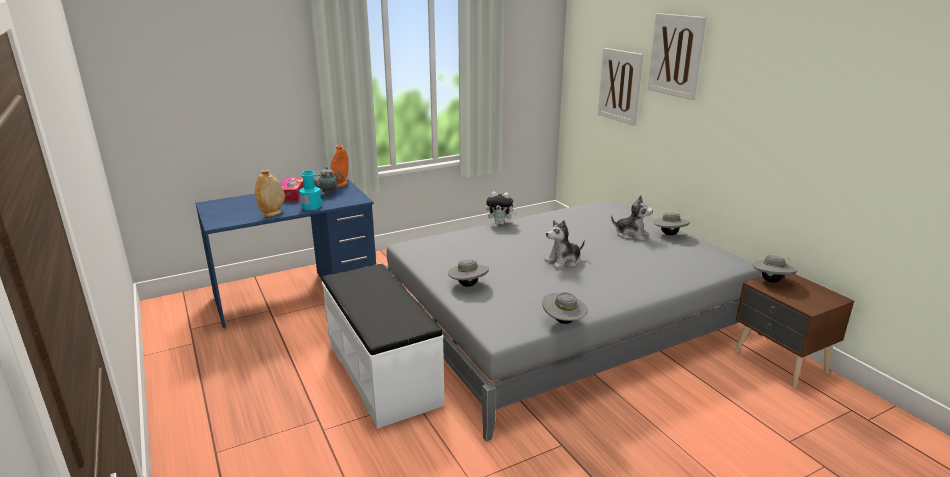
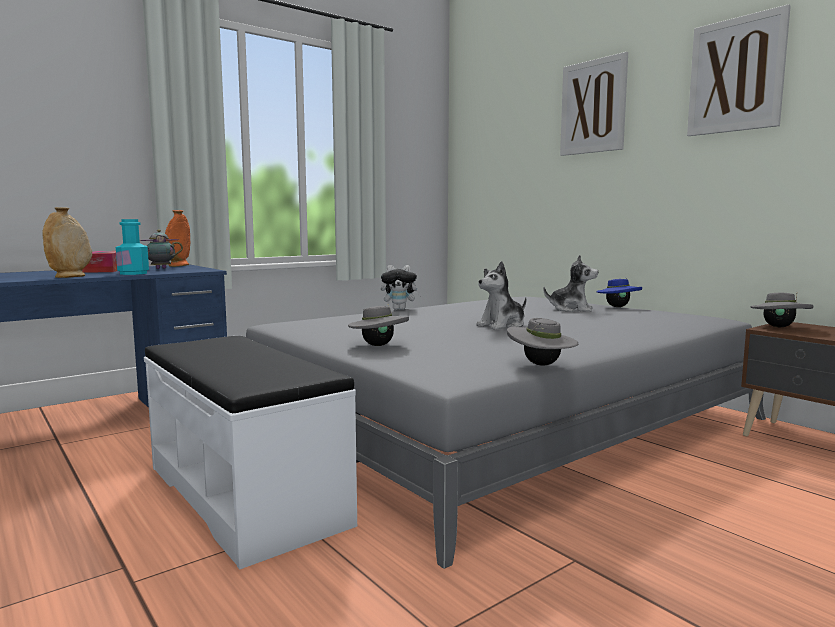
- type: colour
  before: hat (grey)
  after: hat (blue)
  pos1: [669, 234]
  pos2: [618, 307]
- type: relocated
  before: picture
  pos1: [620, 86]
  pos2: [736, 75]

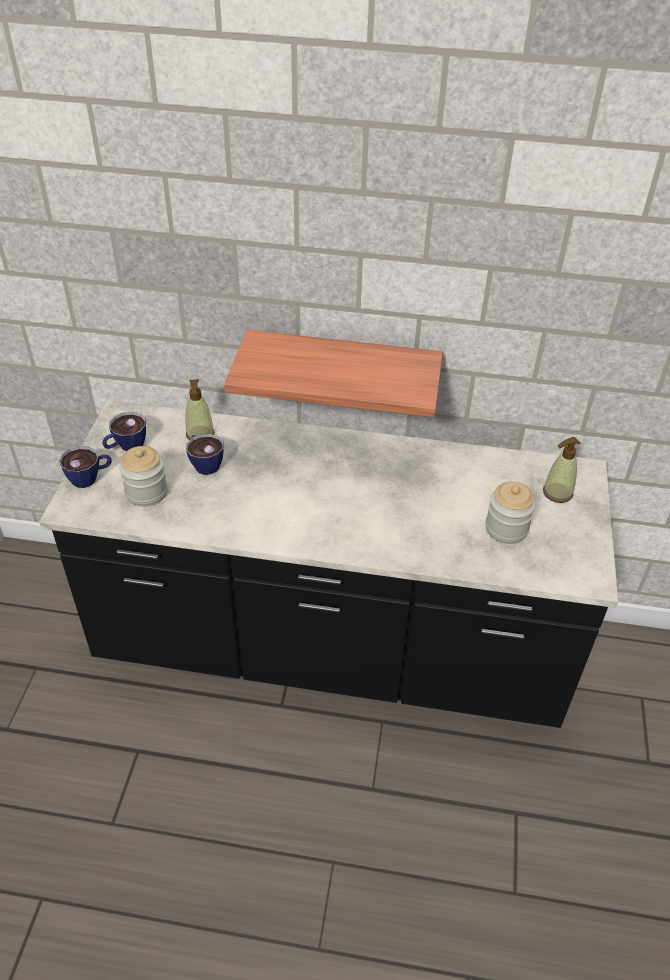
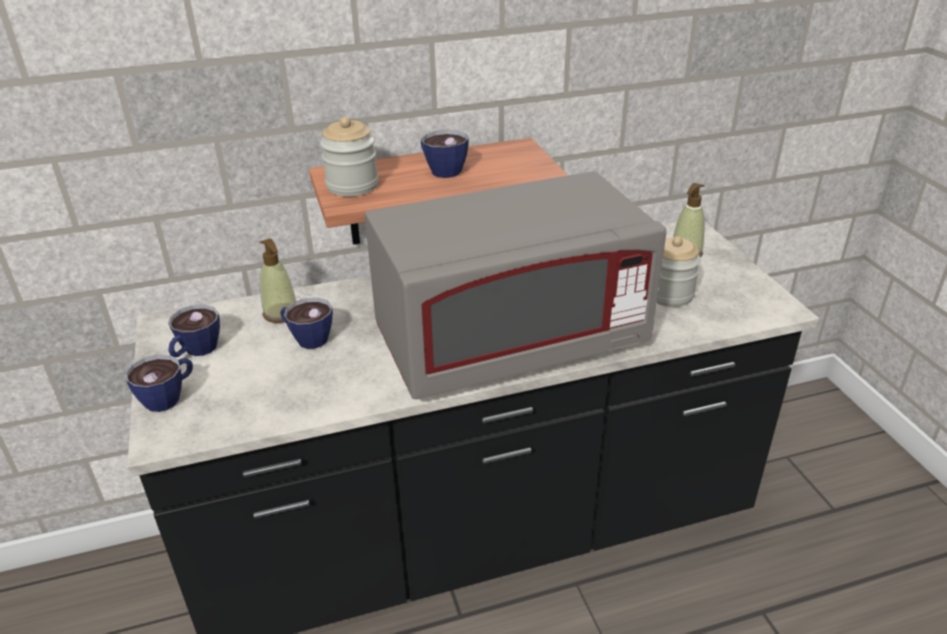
- type: relocated
  before: jar
  pos1: [146, 492]
  pos2: [352, 186]
- type: appeared
  after: microwave (grey)
  pos2: [510, 342]
- type: appeared
  after: cup
  pos2: [441, 169]

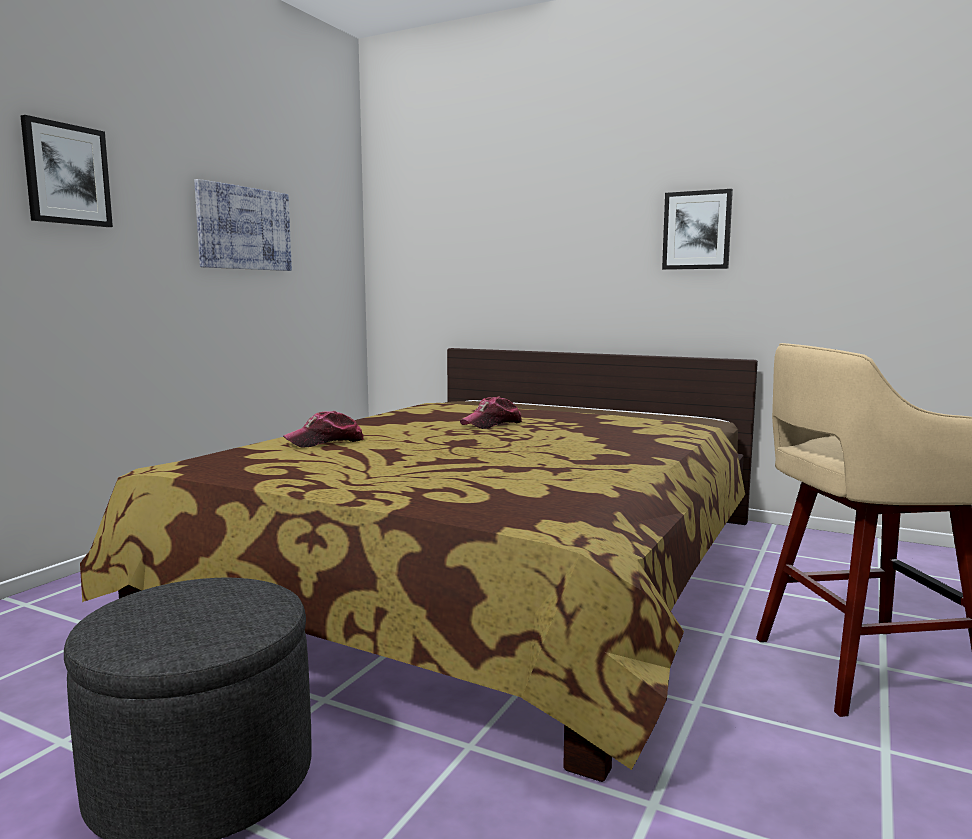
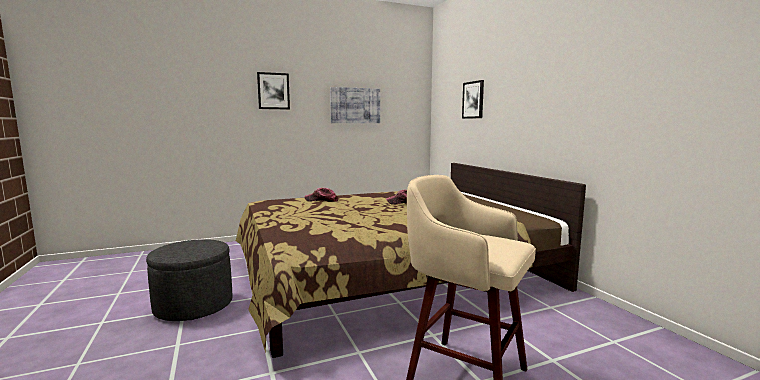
- type: relocated
  before: picture
  pos1: [697, 230]
  pos2: [473, 100]

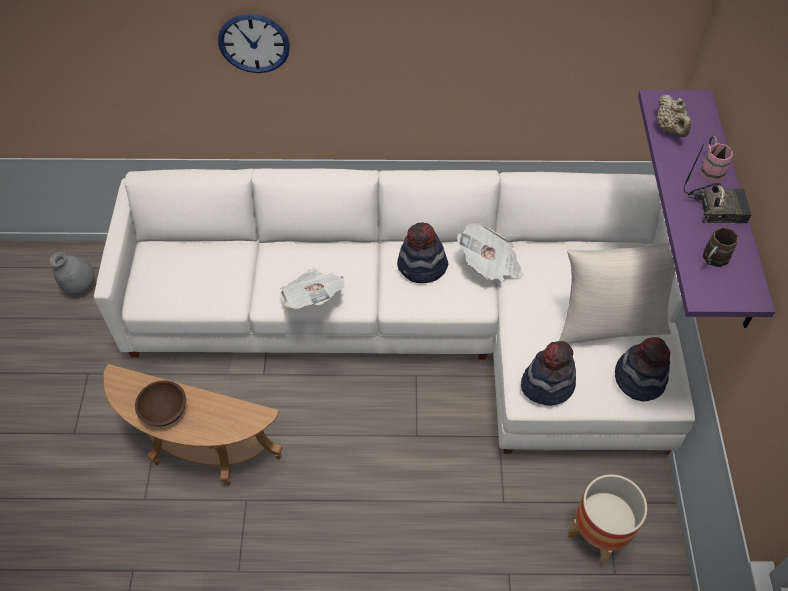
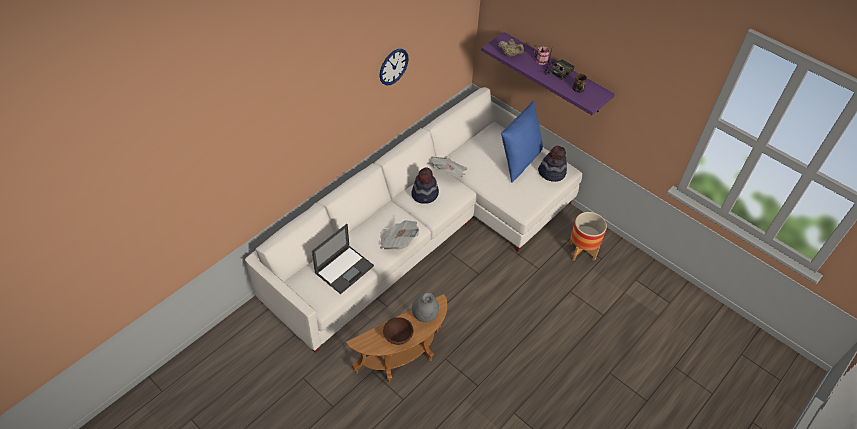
- type: appeared
  after: laptop
  pos2: [344, 269]
- type: relocated
  before: wall clock
  pos1: [254, 43]
  pos2: [393, 66]
- type: relocated
  before: vase (grey)
  pos1: [80, 286]
  pos2: [424, 315]
- type: colour
  before: pillow (beige)
  after: pillow (blue)
  pos1: [609, 324]
  pos2: [519, 161]
- type: missing
  before: hat
  pos1: [547, 384]

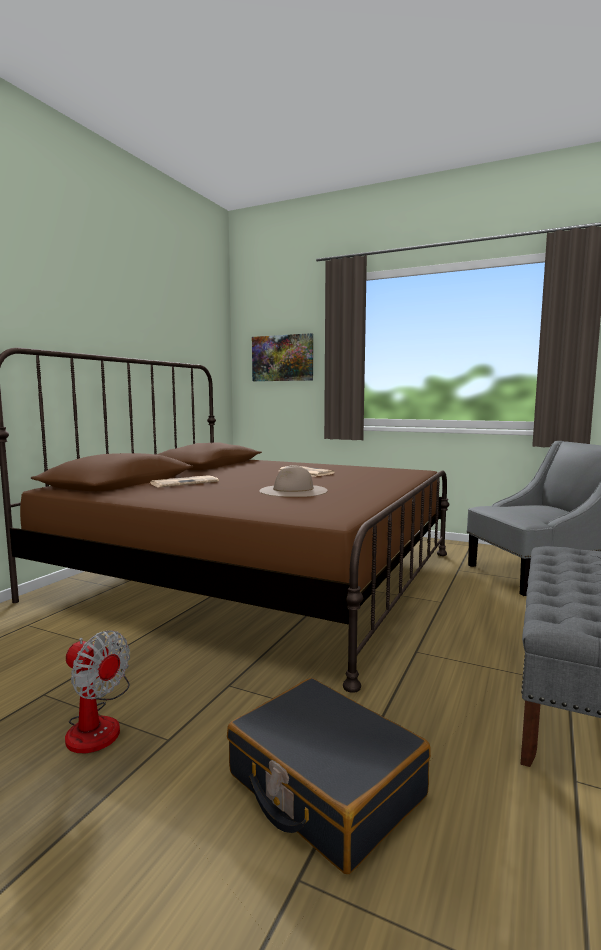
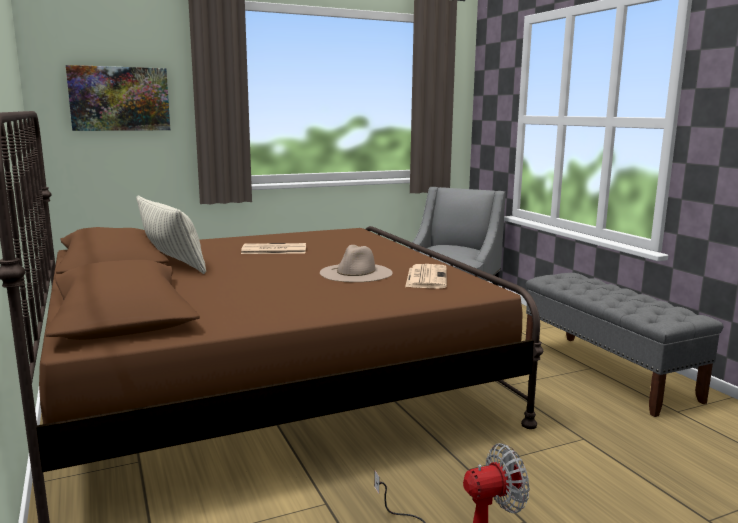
- type: appeared
  after: pillow
  pos2: [173, 263]
- type: relocated
  before: newspaper
  pos1: [185, 482]
  pos2: [426, 277]
- type: missing
  before: suitcase (black)
  pos1: [324, 786]

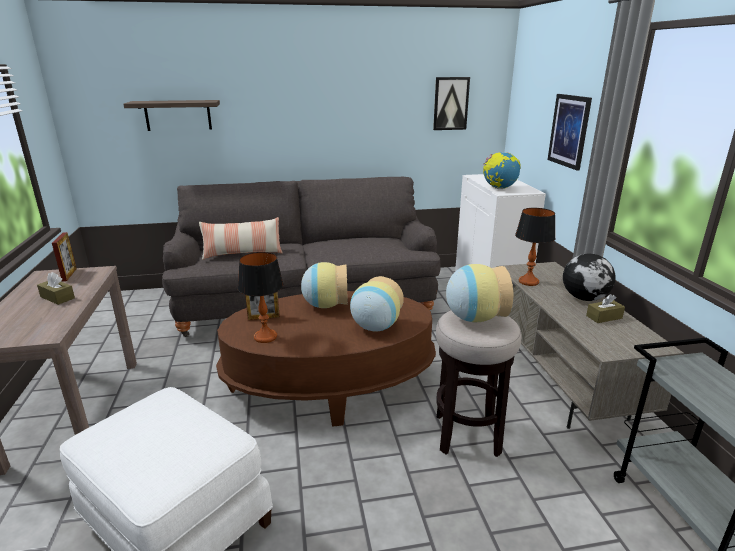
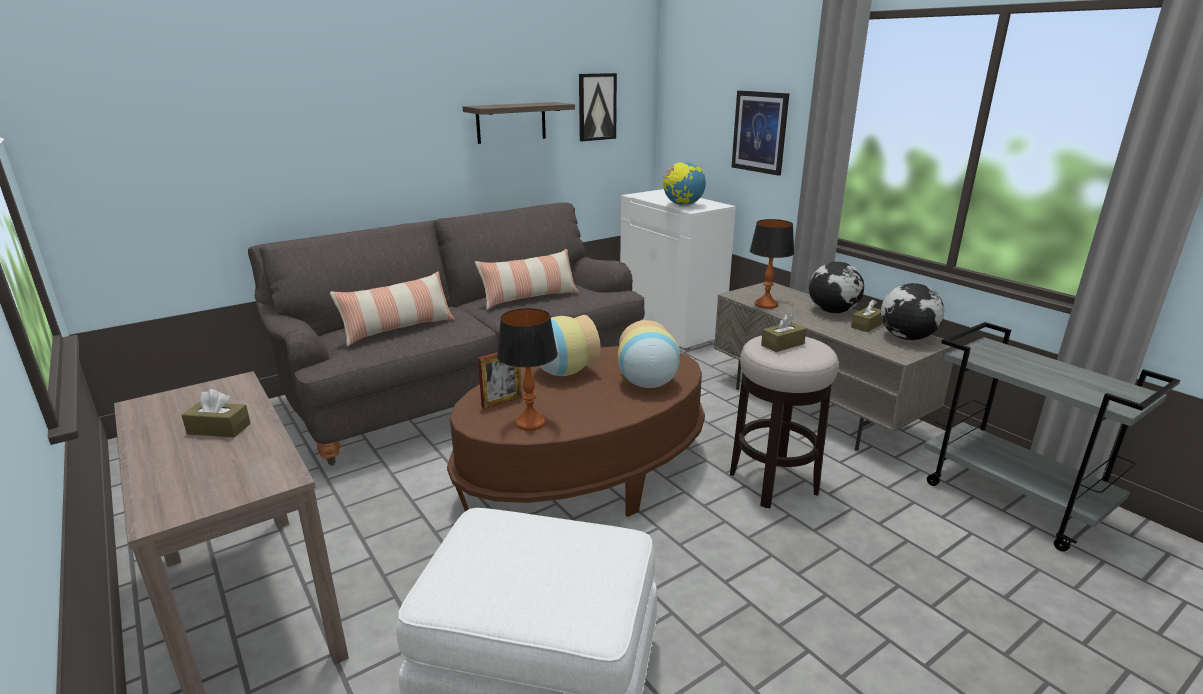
- type: relocated
  before: shelf
  pos1: [178, 115]
  pos2: [511, 122]
- type: appeared
  after: pillow
  pos2: [529, 298]
- type: exchanged
  before: vase
  after: tissue box (brown)
  pos1: [474, 318]
  pos2: [782, 344]
- type: appeared
  after: globe
  pos2: [907, 337]
- type: missing
  before: picture frame
  pos1: [69, 274]

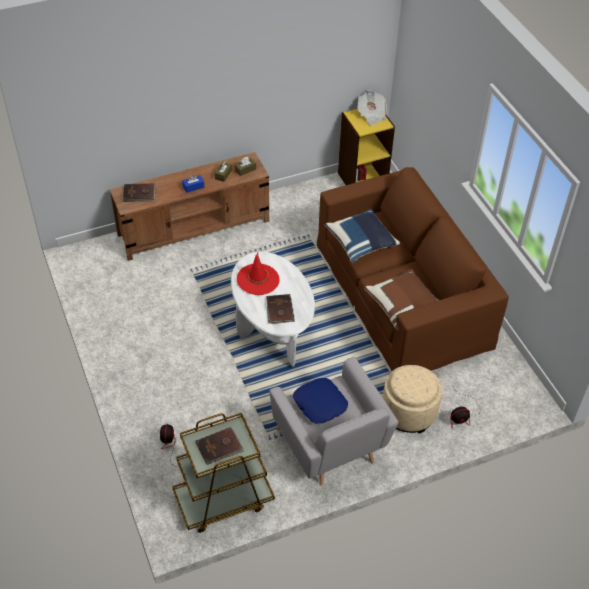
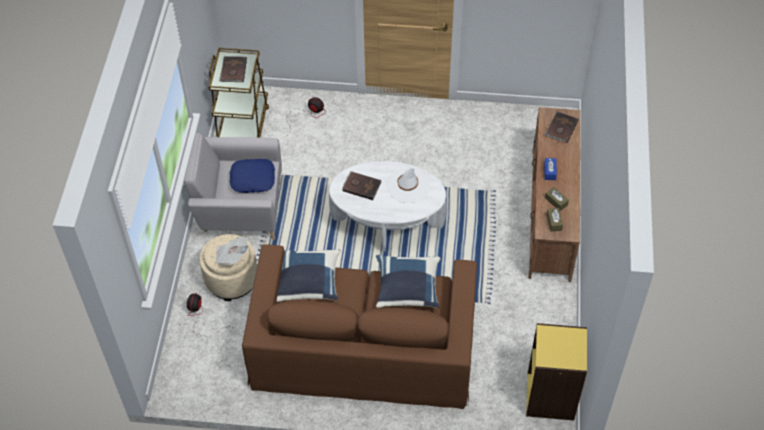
- type: relocated
  before: newspaper
  pos1: [371, 115]
  pos2: [231, 256]
- type: colour
  before: pillow (brown)
  after: pillow (blue)
  pos1: [403, 306]
  pos2: [308, 282]
- type: colour
  before: hat (red)
  after: hat (white)
  pos1: [258, 279]
  pos2: [408, 186]

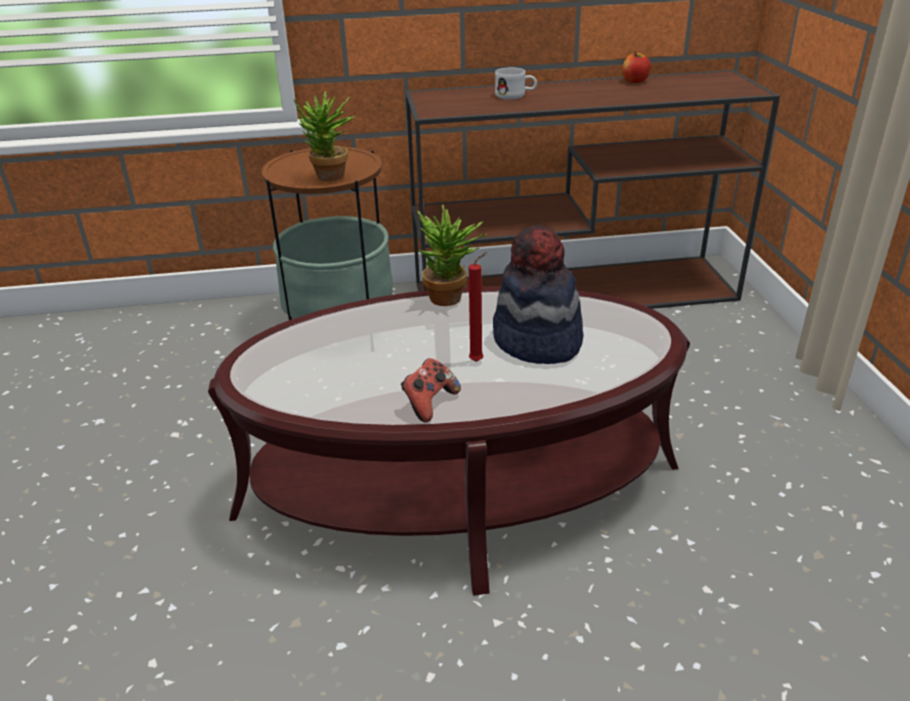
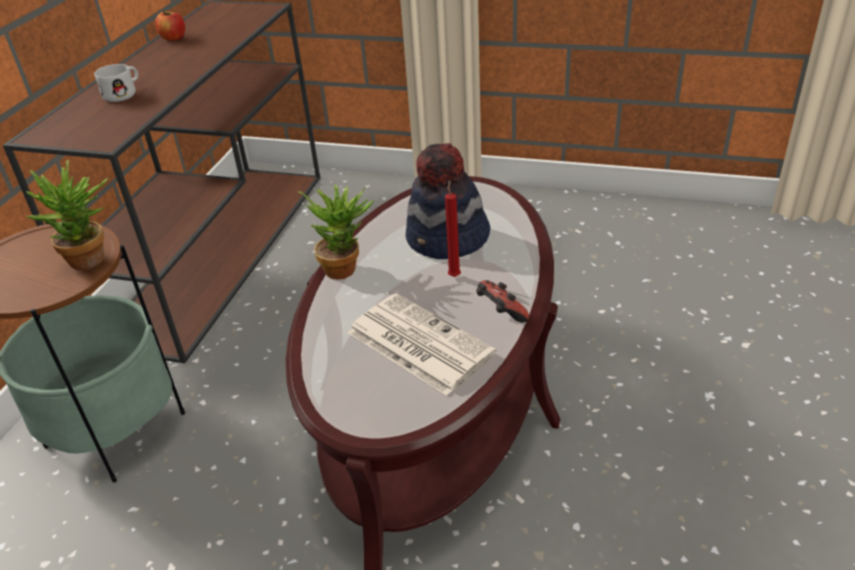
- type: appeared
  after: newspaper
  pos2: [417, 343]

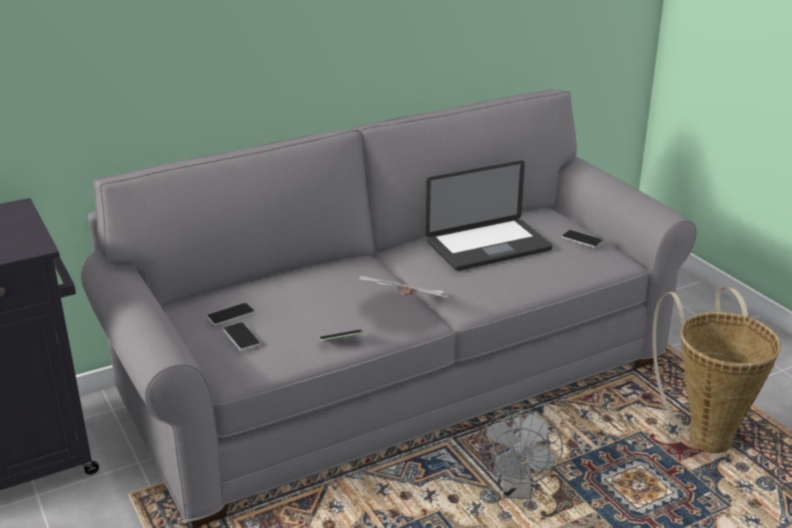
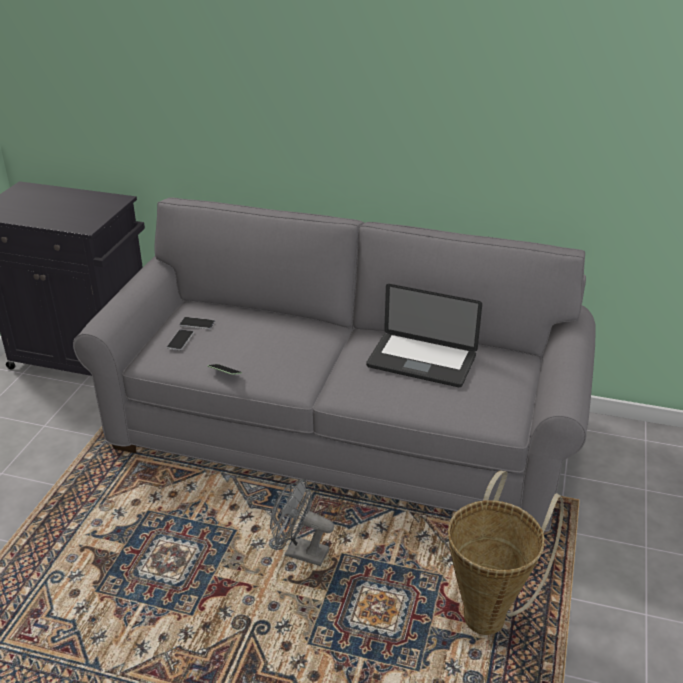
- type: spun
  before: fan (grey)
  pos1: [517, 490]
  pos2: [300, 552]
  turn: 60
- type: missing
  before: newspaper
  pos1: [408, 308]
- type: missing
  before: phone
  pos1: [582, 240]

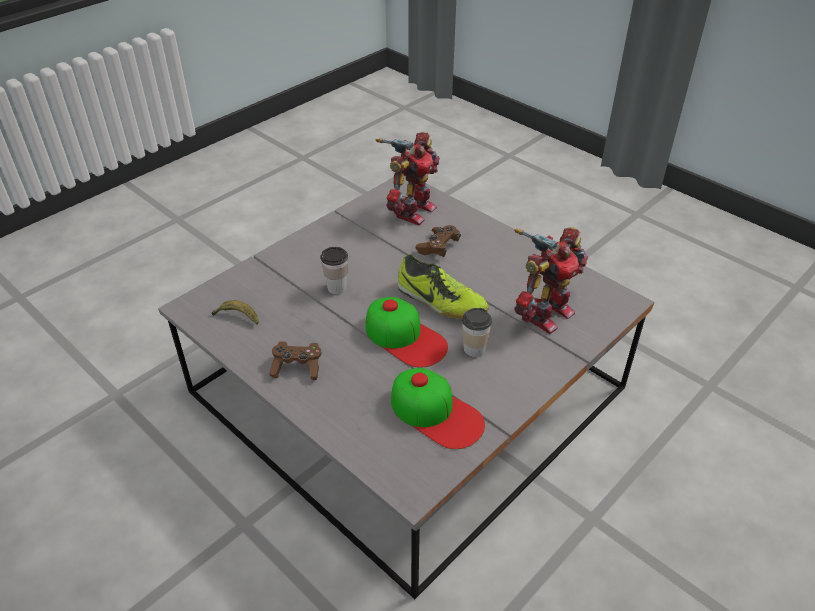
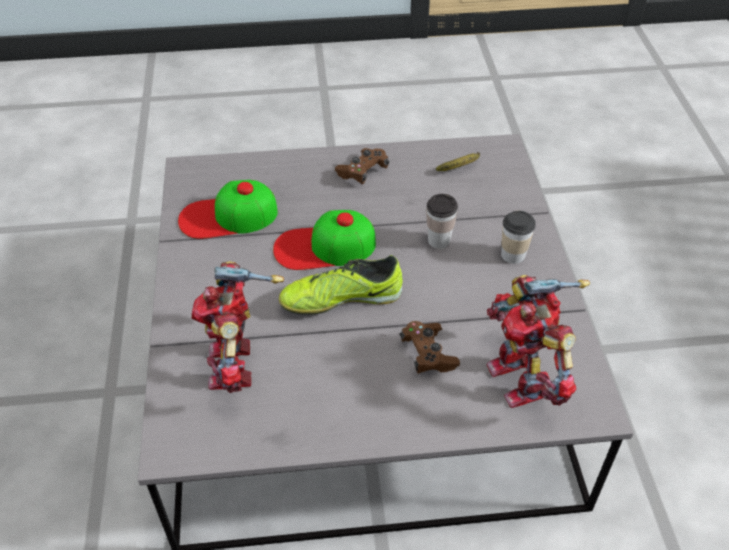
- type: relocated
  before: cup
  pos1: [474, 349]
  pos2: [513, 255]

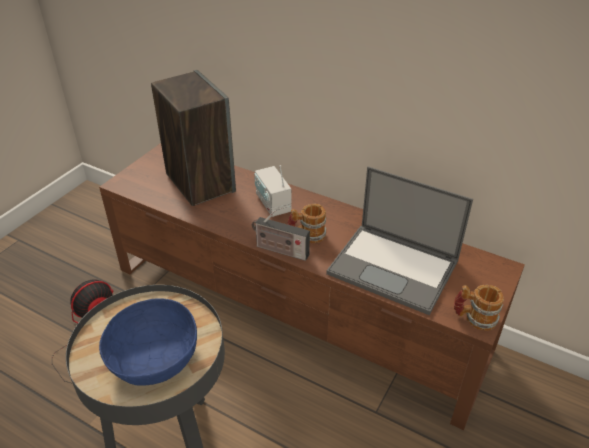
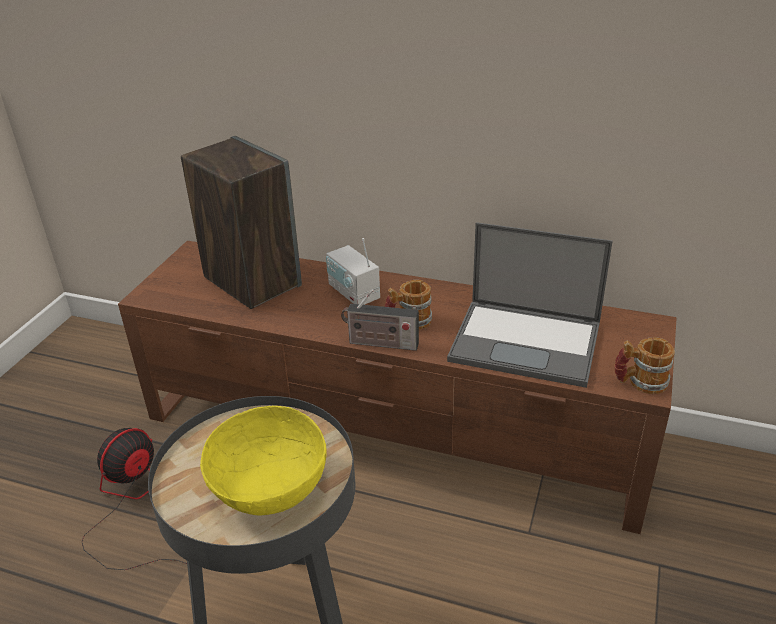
- type: colour
  before: bowl (blue)
  after: bowl (yellow)
  pos1: [154, 359]
  pos2: [269, 485]

